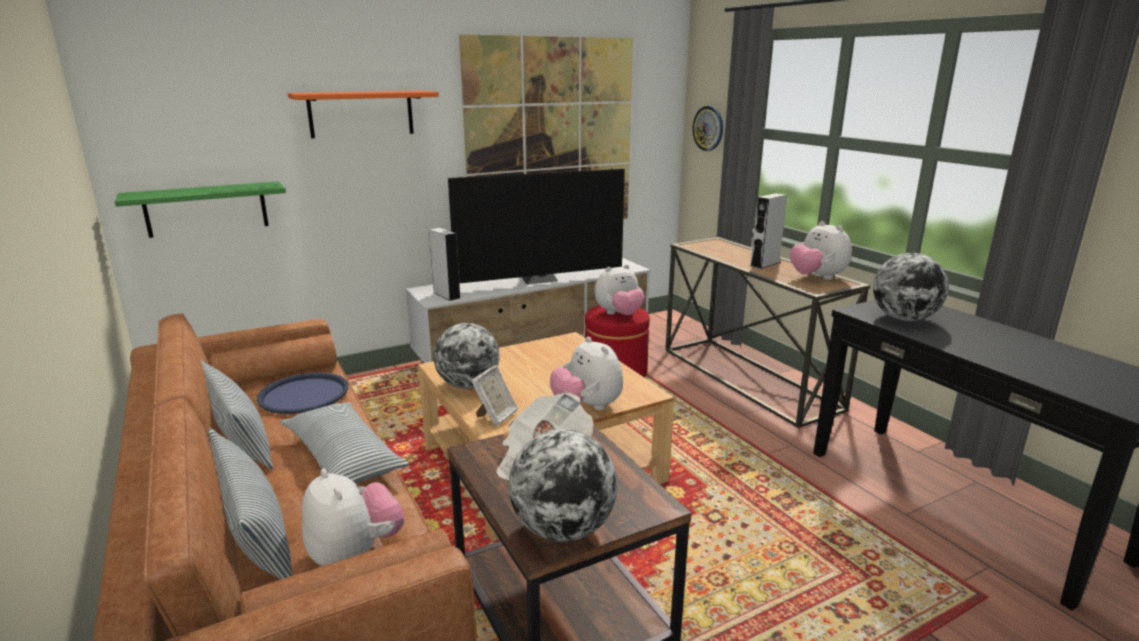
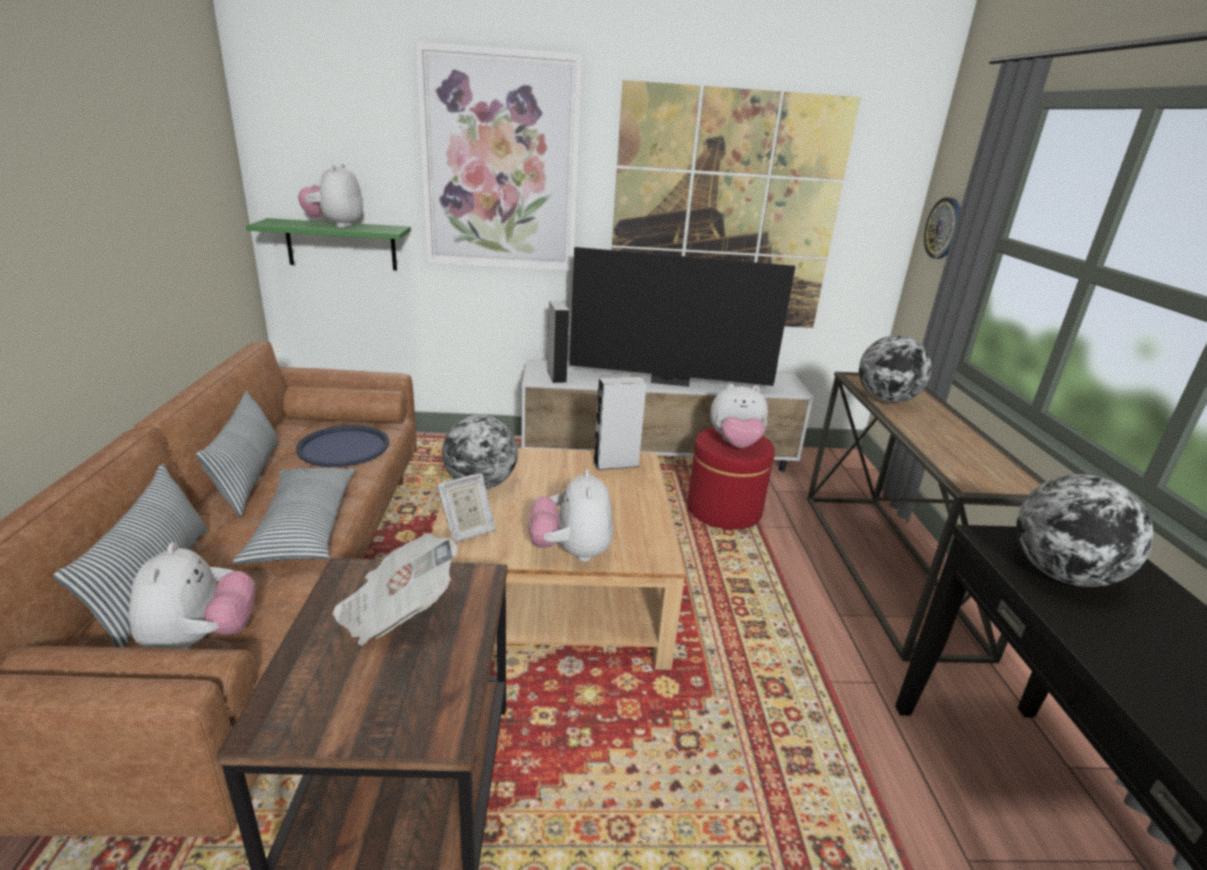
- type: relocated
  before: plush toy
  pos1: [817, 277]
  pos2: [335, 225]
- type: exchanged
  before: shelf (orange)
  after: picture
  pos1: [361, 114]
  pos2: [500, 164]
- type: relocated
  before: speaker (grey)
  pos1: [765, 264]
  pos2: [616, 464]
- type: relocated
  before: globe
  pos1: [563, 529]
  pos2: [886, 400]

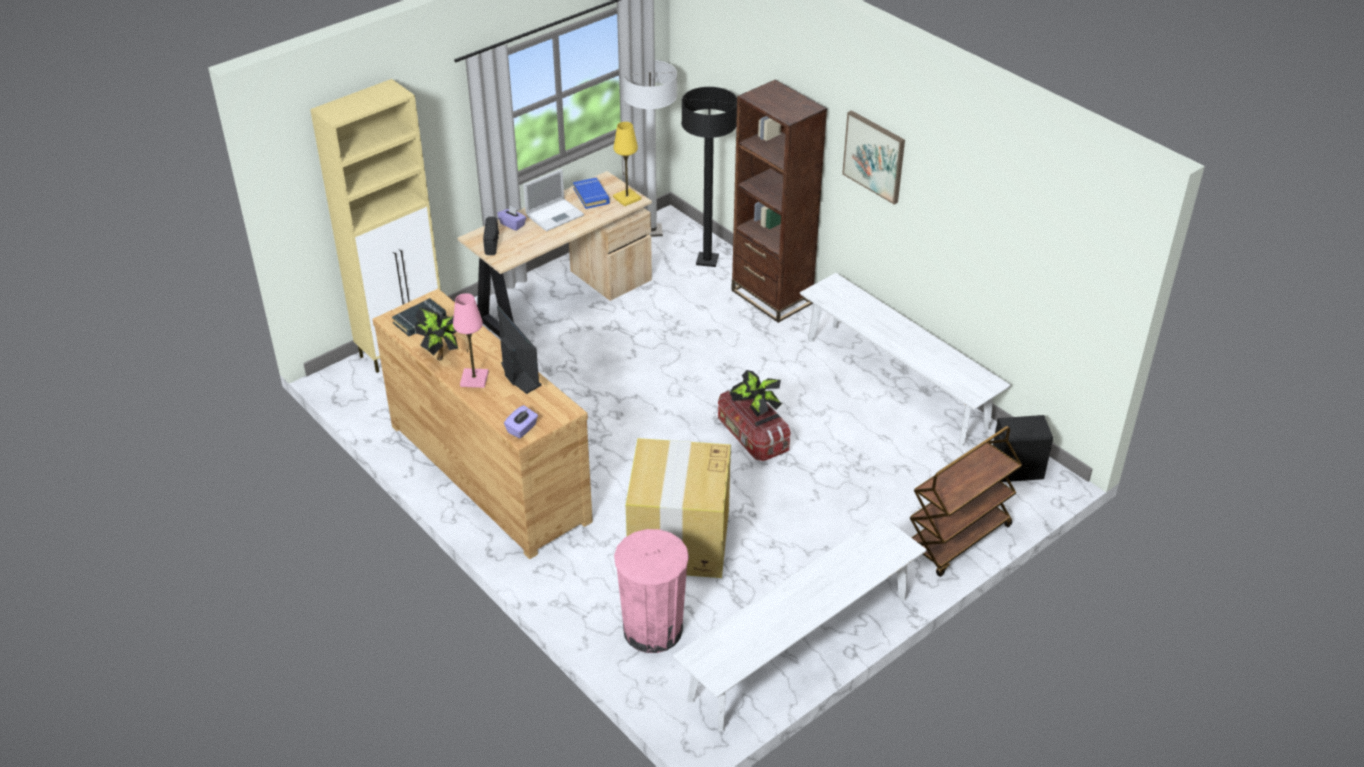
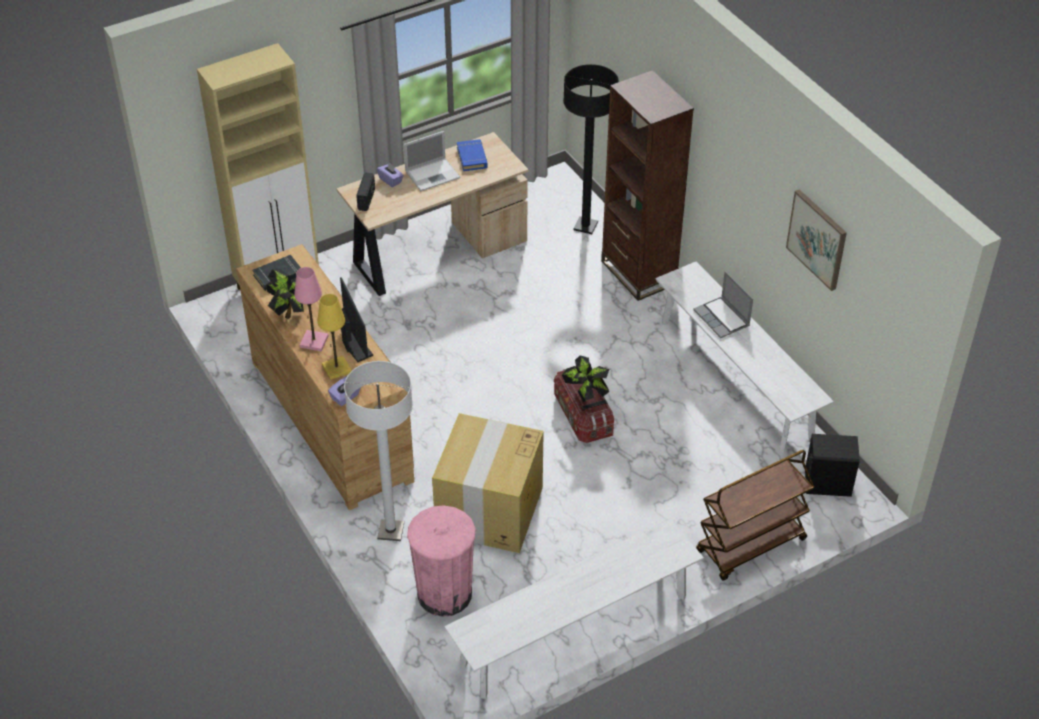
- type: relocated
  before: table lamp (yellow)
  pos1: [627, 198]
  pos2: [336, 369]
- type: relocated
  before: floor lamp (white)
  pos1: [652, 231]
  pos2: [391, 531]
- type: appeared
  after: laptop
  pos2: [722, 318]
- type: relocated
  before: picture
  pos1: [874, 156]
  pos2: [817, 239]

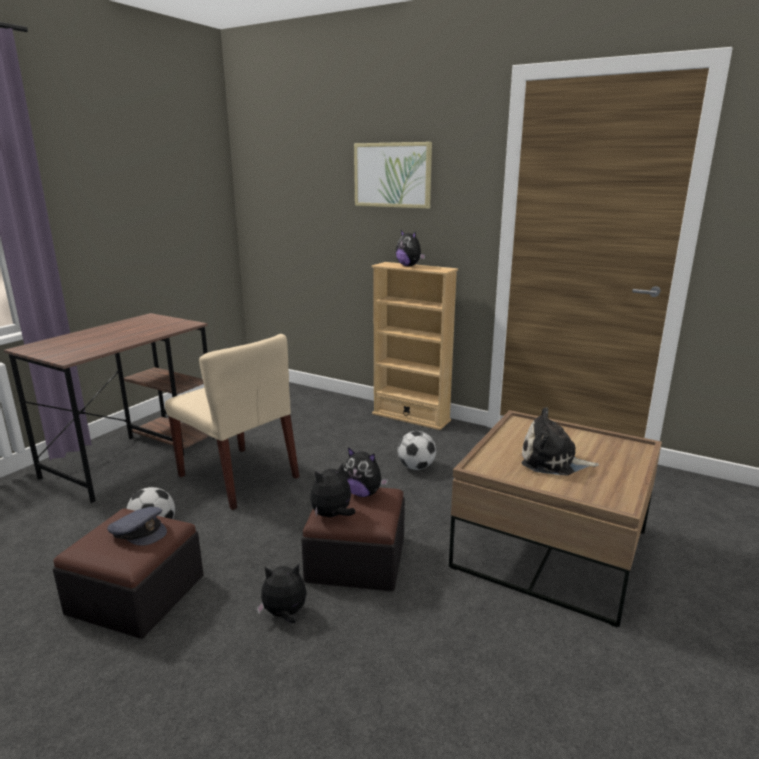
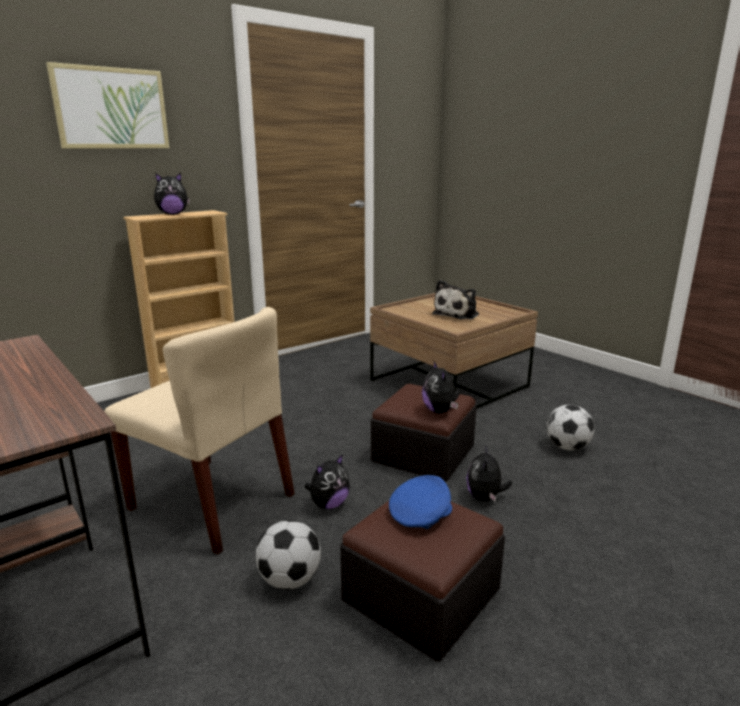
- type: spun
  before: chair (beige)
  pos1: [239, 477]
  pos2: [213, 502]
  turn: 60
- type: relocated
  before: plush toy
  pos1: [363, 493]
  pos2: [328, 504]
- type: colour
  before: cap (grey)
  after: cap (blue)
  pos1: [139, 532]
  pos2: [420, 513]
- type: relocated
  before: football
  pos1: [416, 467]
  pos2: [567, 447]

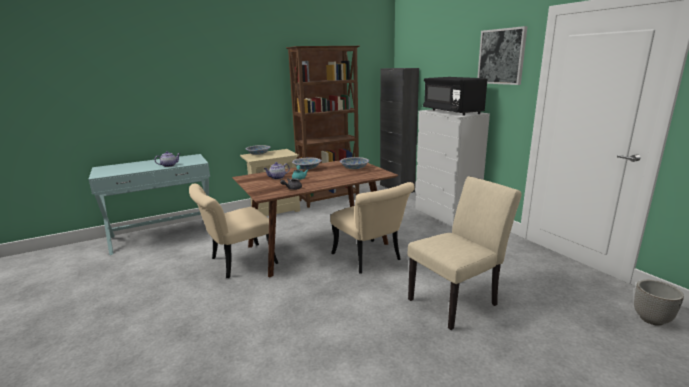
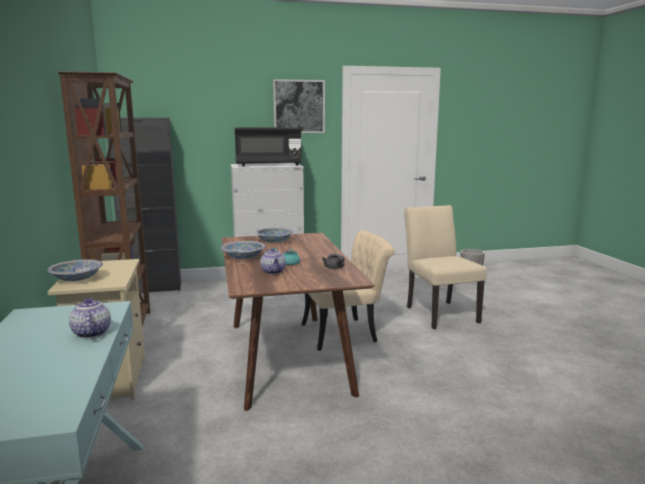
- type: missing
  before: chair (beige)
  pos1: [236, 263]

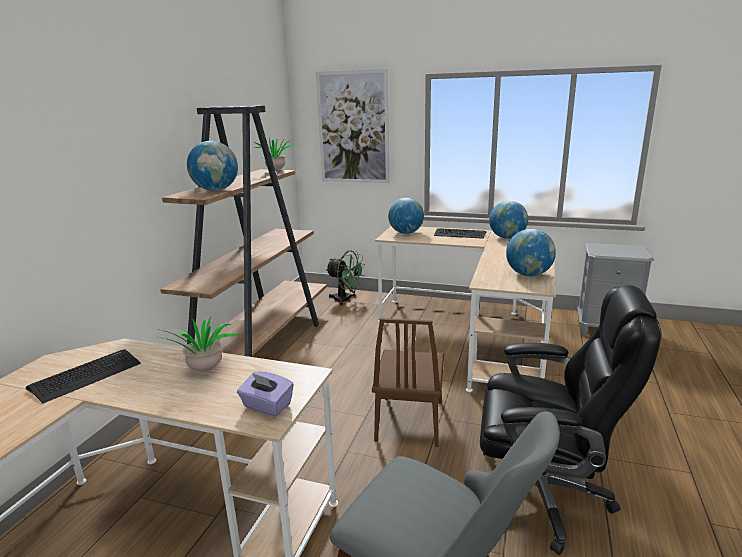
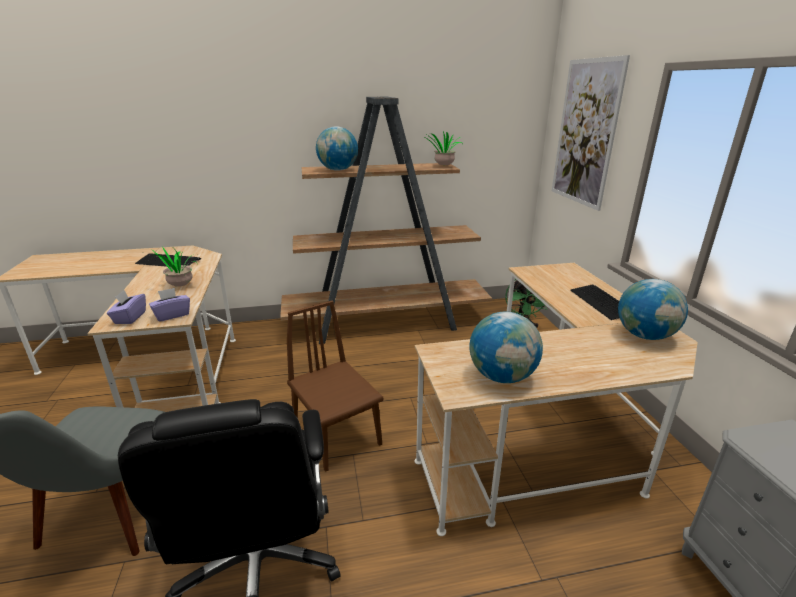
- type: appeared
  after: tissue box (purple)
  pos2: [172, 315]
- type: spun
  before: chair (brown)
  pos1: [409, 420]
  pos2: [336, 435]
  turn: 75
- type: missing
  before: globe
  pos1: [406, 233]

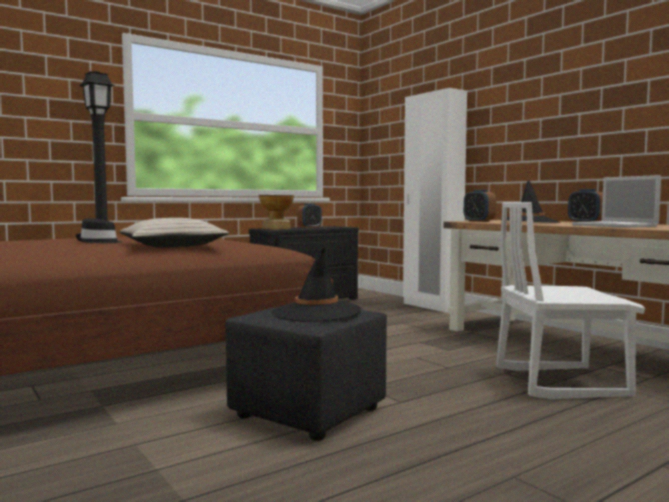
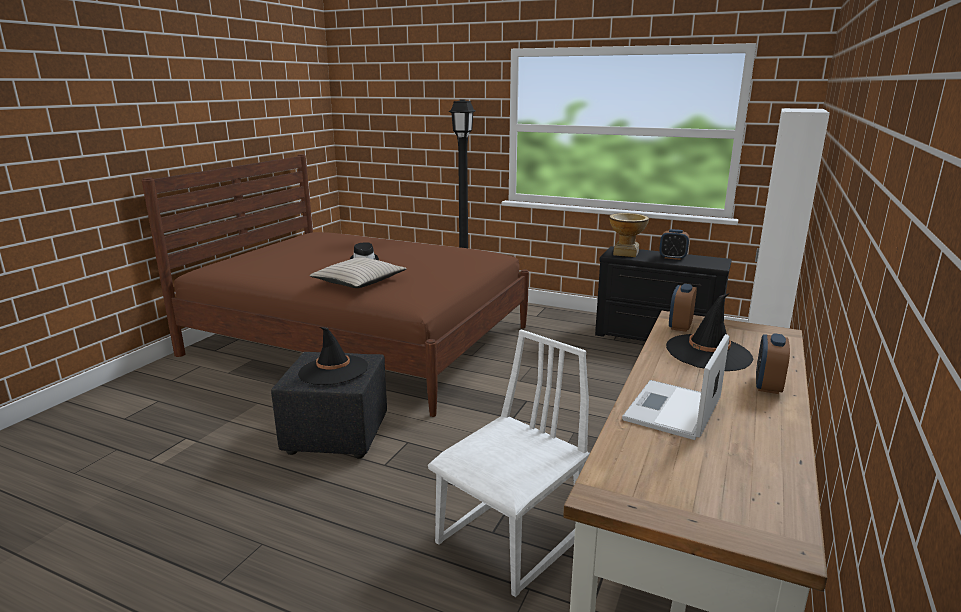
- type: spun
  before: chair (white)
  pos1: [559, 382]
  pos2: [511, 540]
  turn: 75

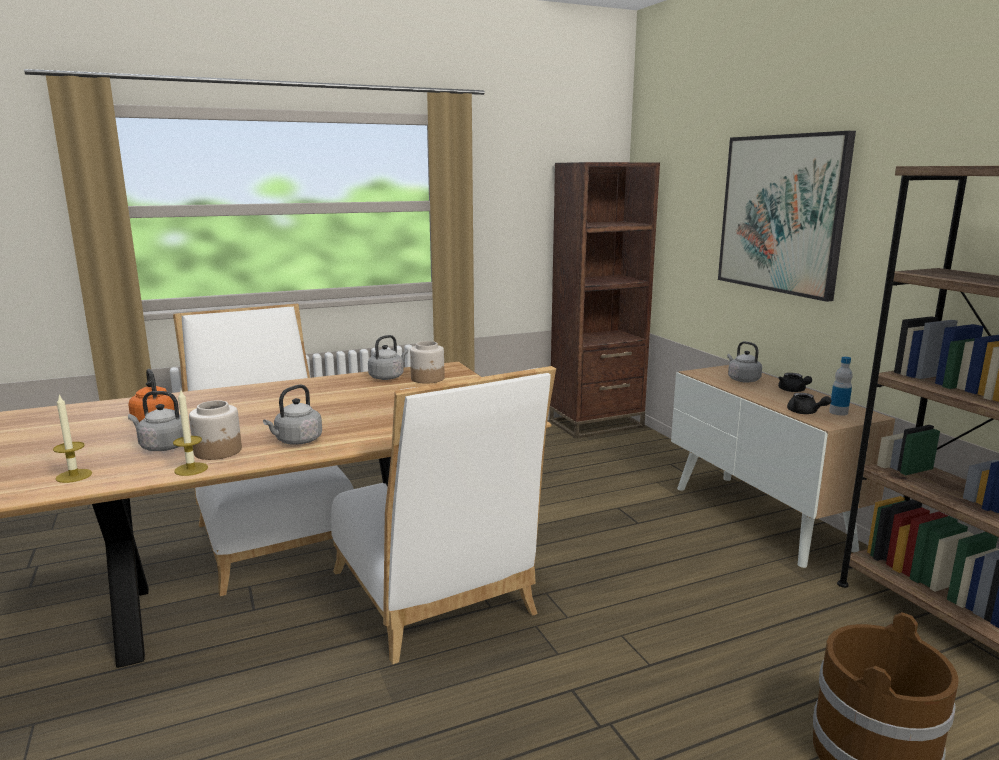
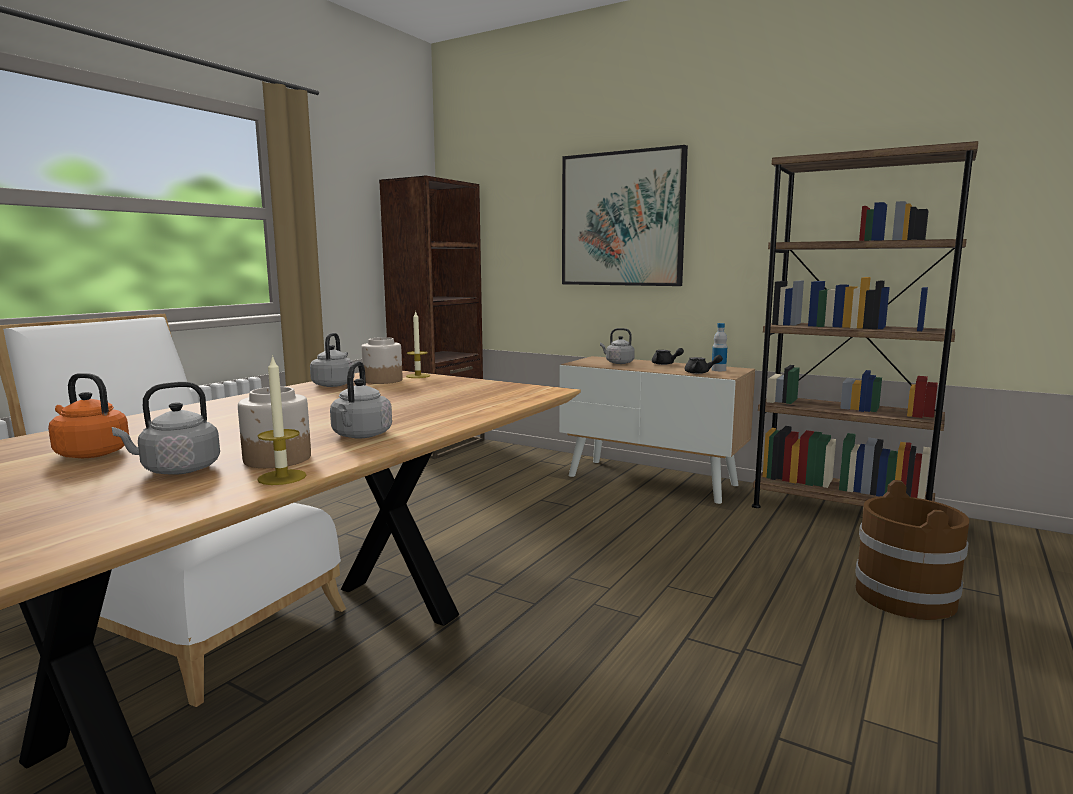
- type: relocated
  before: candle
  pos1: [74, 476]
  pos2: [418, 376]
- type: missing
  before: chair (white)
  pos1: [436, 599]

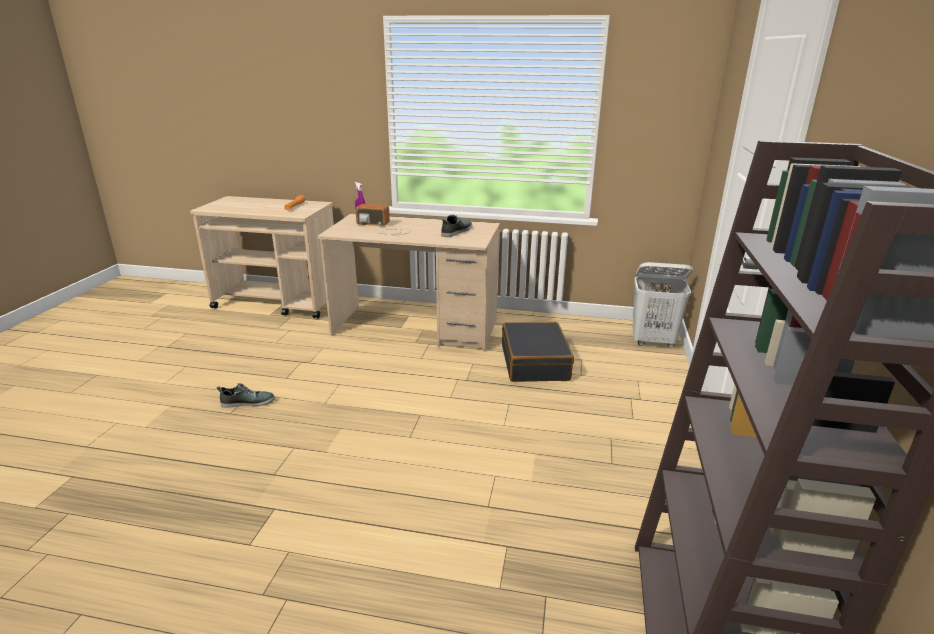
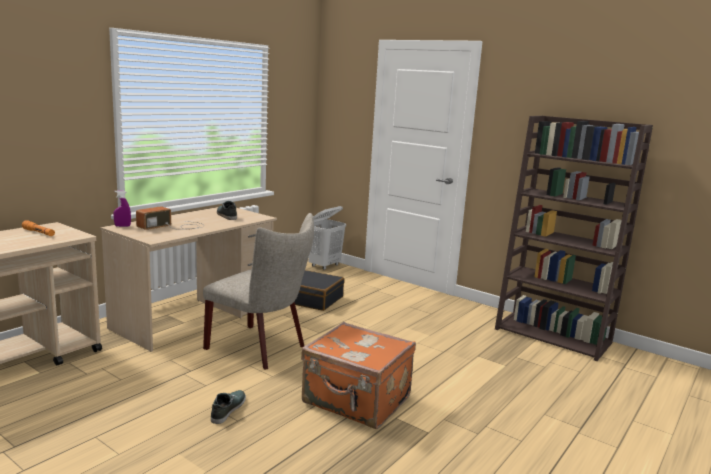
- type: appeared
  after: chair (beige)
  pos2: [261, 348]
- type: appeared
  after: suitcase (orange)
  pos2: [356, 401]

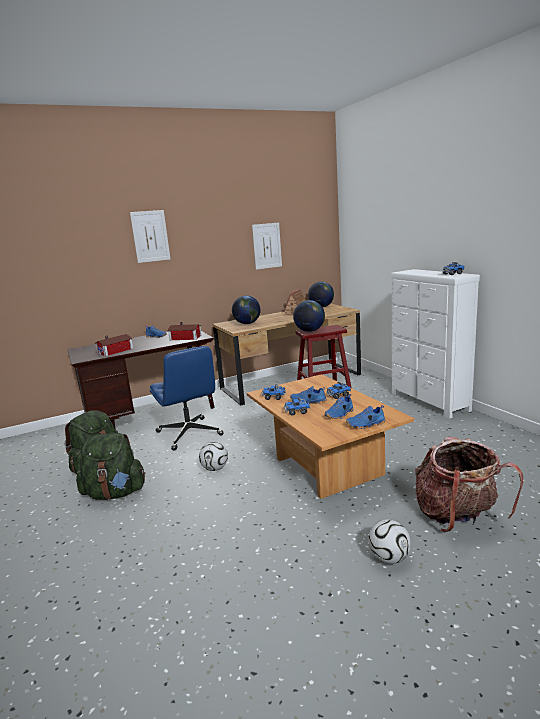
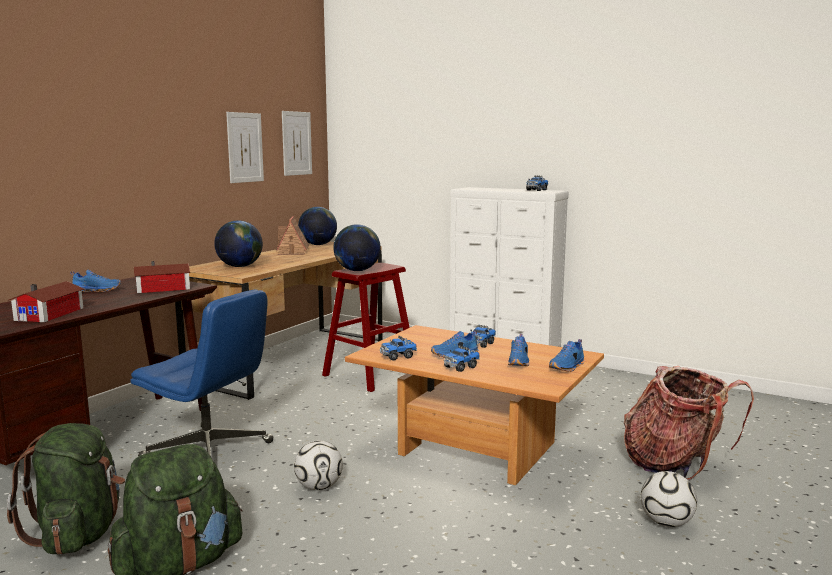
- type: relocated
  before: picture
  pos1: [150, 236]
  pos2: [296, 143]

